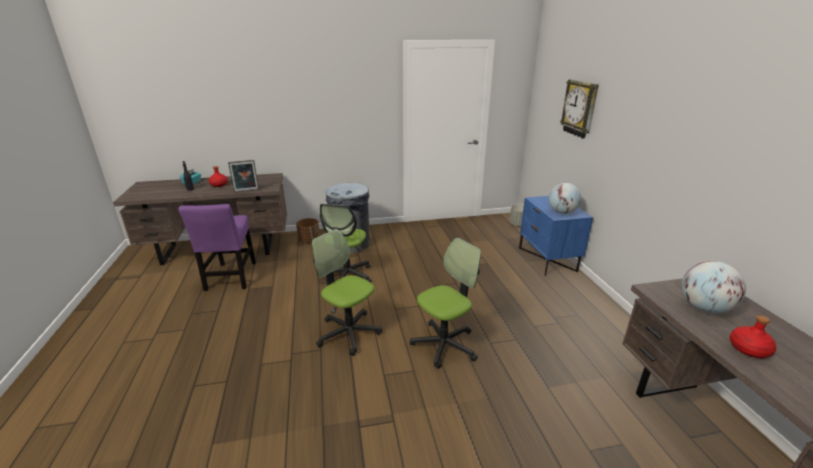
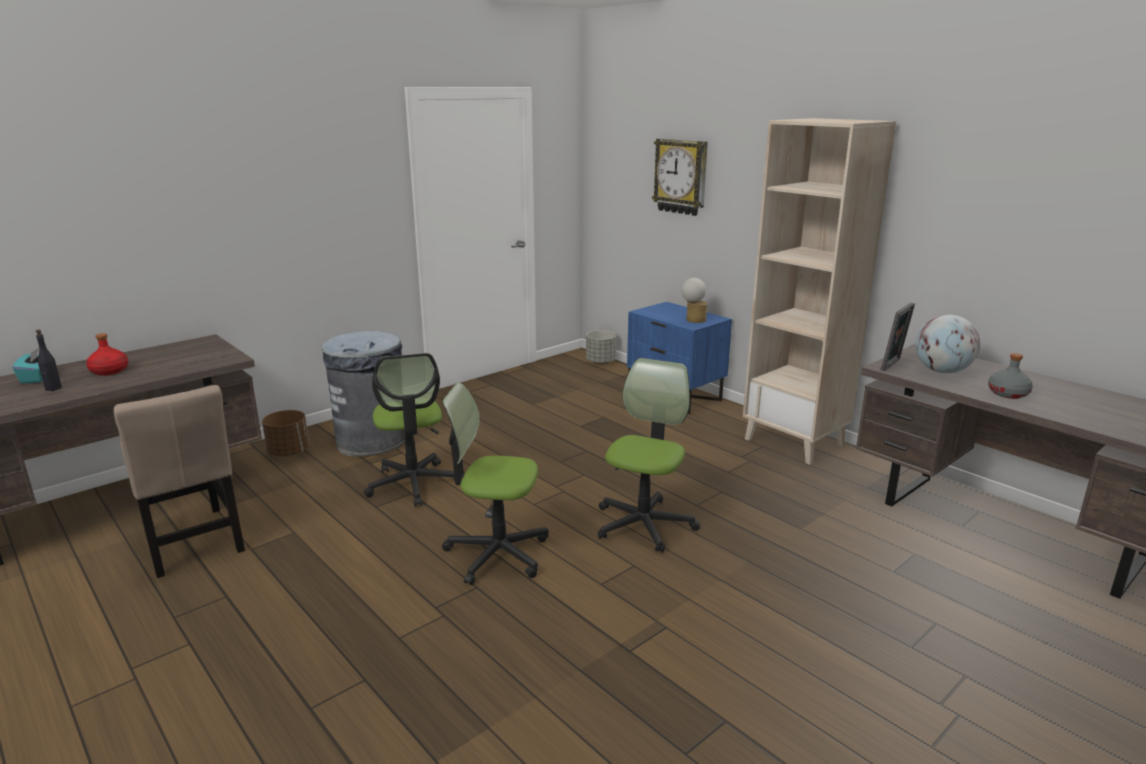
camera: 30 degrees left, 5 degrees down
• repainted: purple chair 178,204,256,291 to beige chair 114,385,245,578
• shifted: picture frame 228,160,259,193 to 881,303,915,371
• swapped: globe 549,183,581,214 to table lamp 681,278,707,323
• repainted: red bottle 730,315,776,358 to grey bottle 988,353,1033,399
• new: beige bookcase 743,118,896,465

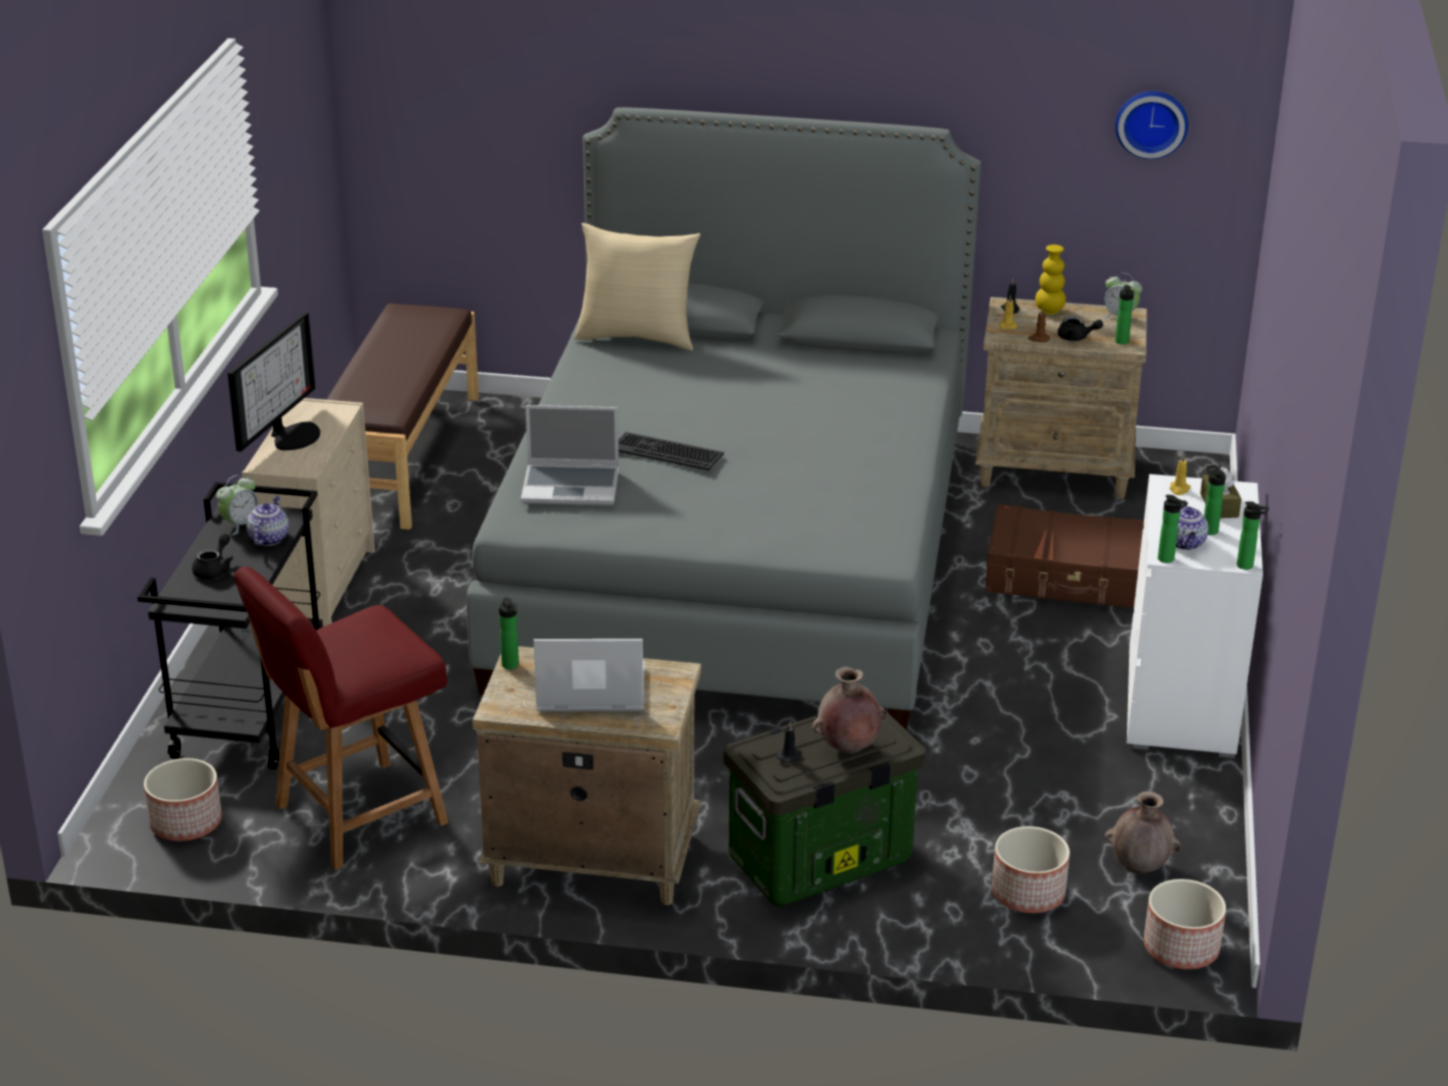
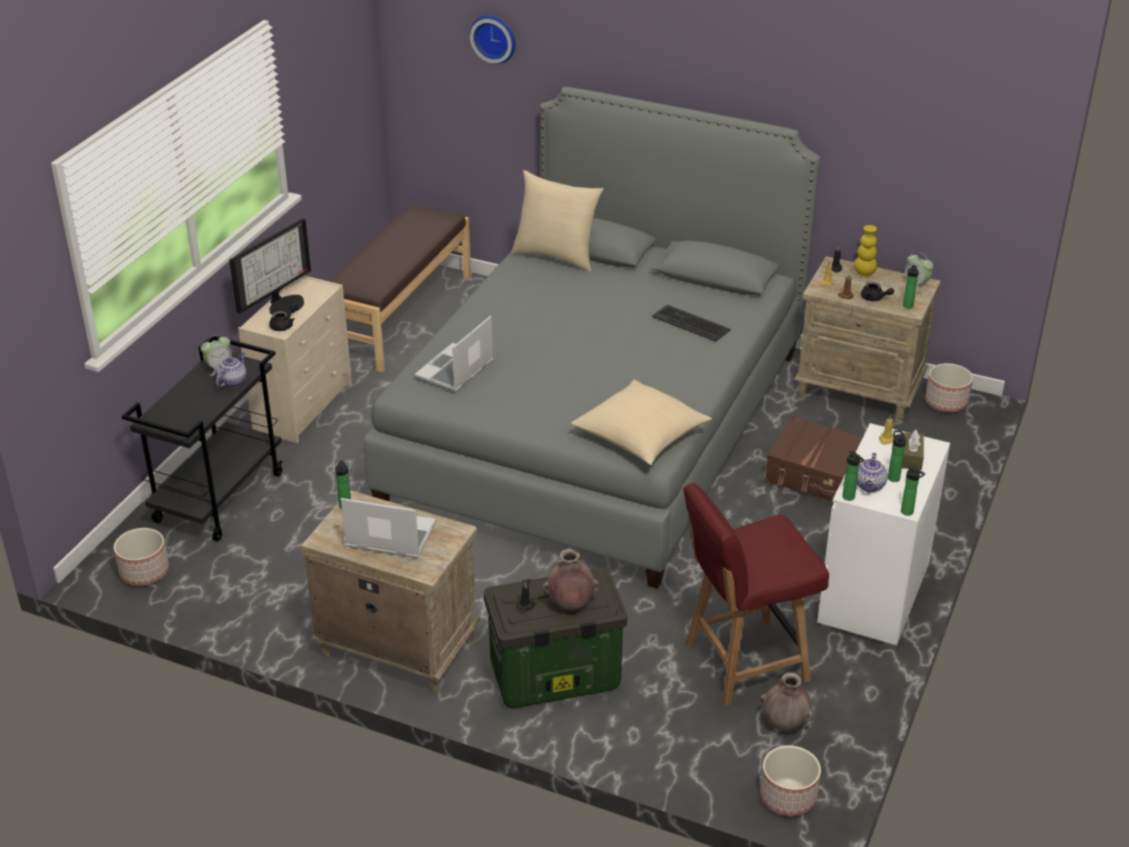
camera: 15 degrees right, 5 degrees up
• shifted: black teapot 192,533,233,579 to 269,302,297,331
• shifted: red chair 234,566,448,870 to 684,483,829,706
• rotated: laptop 521,405,619,505 = 414,316,493,392 105 degrees clockwise
• shifted: keyboard 618,432,724,471 to 652,305,731,342
• shifted: planter 992,826,1070,913 to 925,363,973,412
• shifted: wall clock 1115,91,1188,159 to 470,15,516,64
• new: beige pillow 571,380,712,465

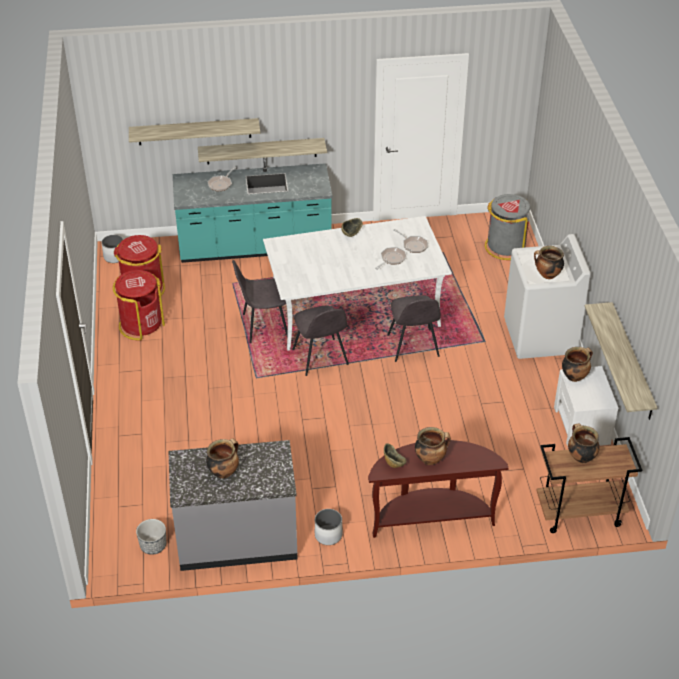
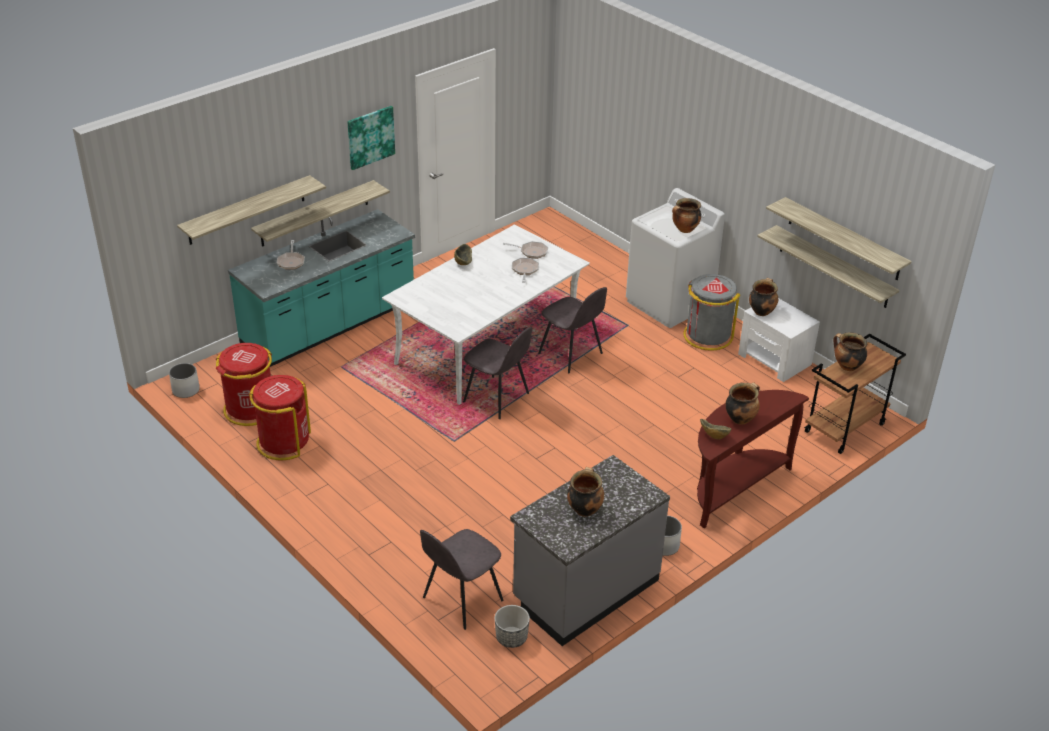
camera: 35 degrees left, 5 degrees down
• shifted: grey chair 232,260,288,343 to 420,529,503,630
• shifted: grey trash can 485,194,530,260 to 683,274,740,351
• new: picture 347,106,395,170
• new: shelf 766,197,912,280

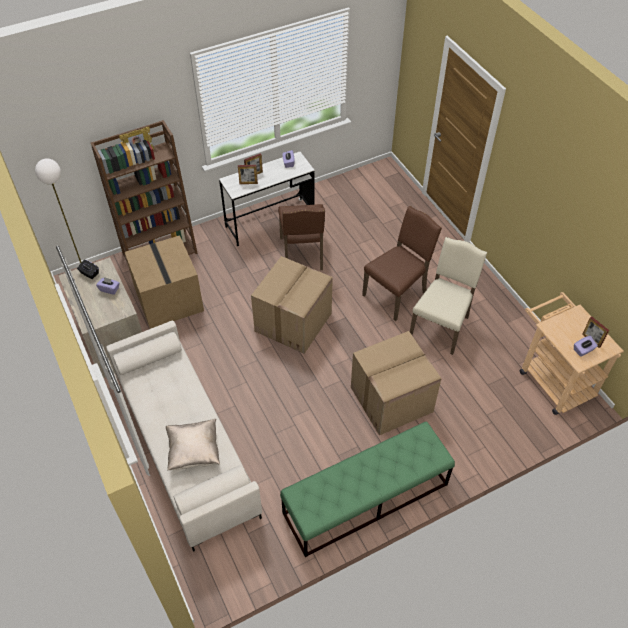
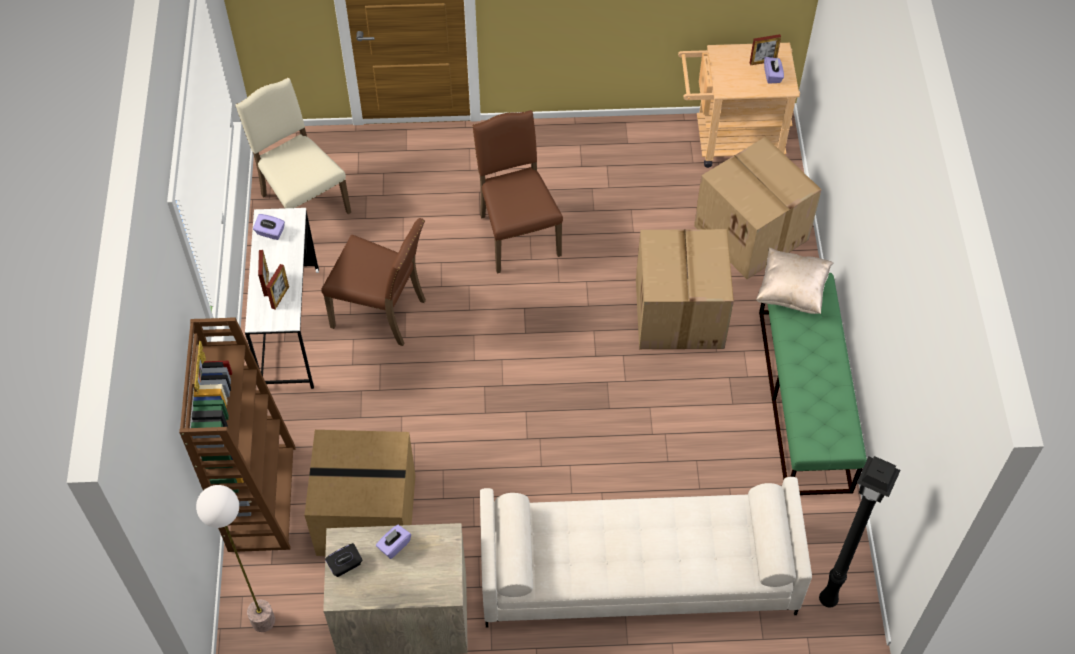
camera: 65 degrees left, 5 degrees up
• shifted: beige pillow 166,419,220,470 to 756,248,834,314
• shifted: cardboard box 251,256,333,354 to 694,137,822,279
• shifted: beige chair 410,237,487,355 to 236,78,351,214
• new: black floor lamp 819,456,900,608

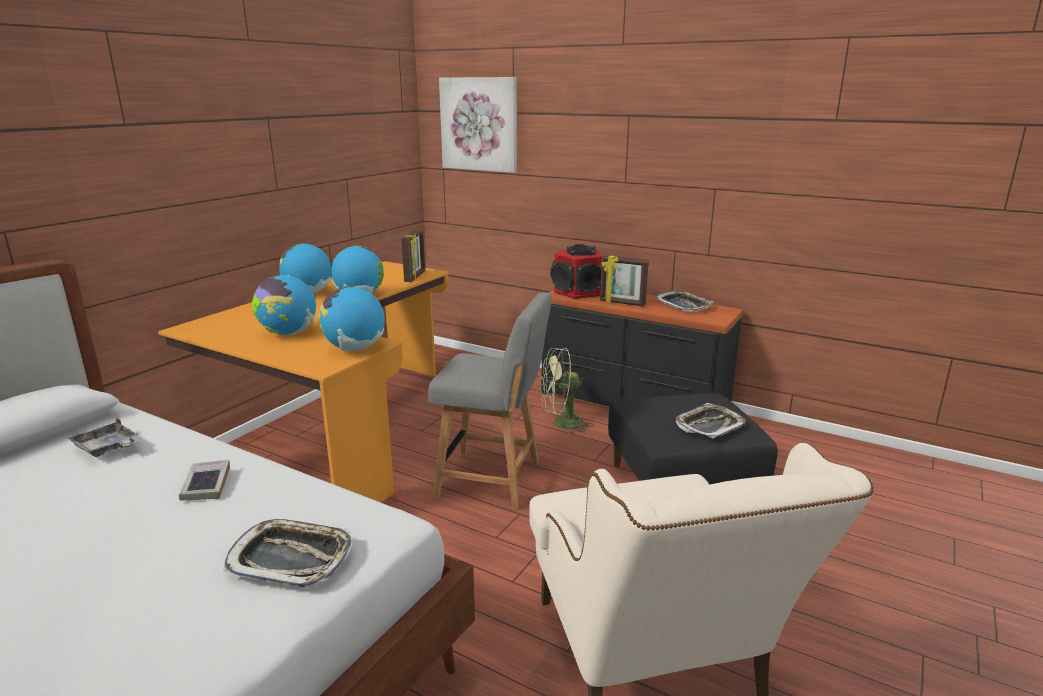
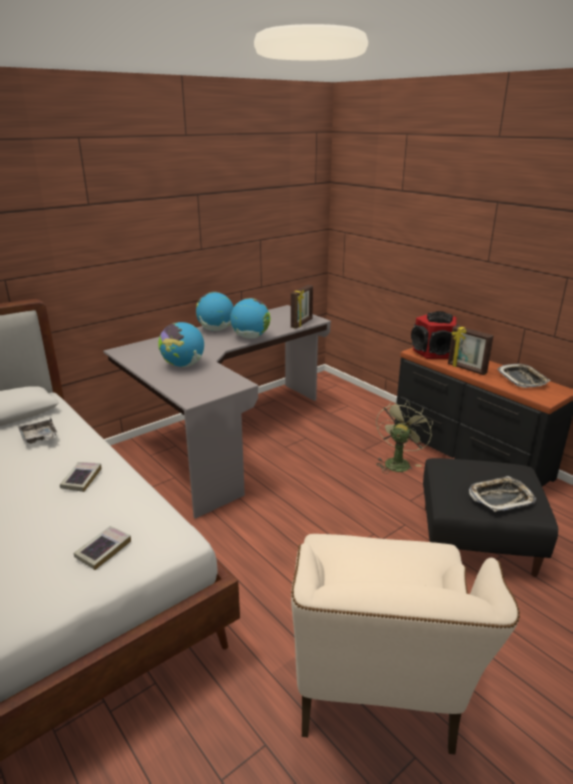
camera: 20 degrees right, 5 degrees up
• repainted: orange desk 158,261,449,502 to grey desk 103,305,331,519
• swapped: tray 224,519,352,588 to book 74,526,131,570
• gone: globe 318,286,385,351
• gone: grey chair 428,292,552,511
• gone: picture 439,77,517,173
• rotated: green fan 540,348,594,435 = 376,401,433,474 105 degrees clockwise

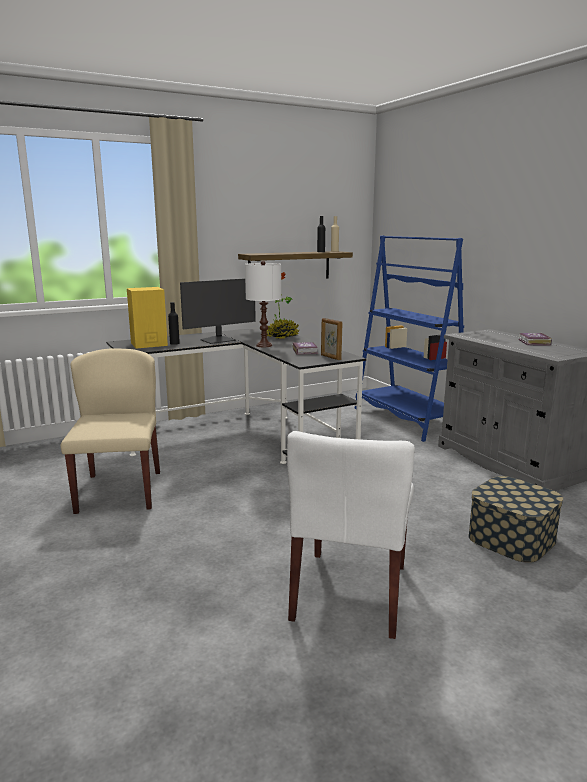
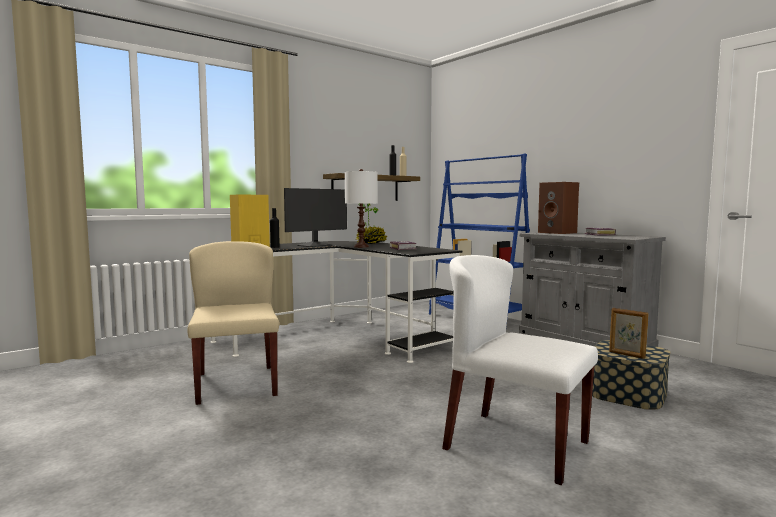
camera: 10 degrees left, 10 degrees down
• rotated: white chair 287,431,415,639 = 442,255,598,485 120 degrees clockwise
• shifted: picture frame 321,318,342,360 to 609,308,649,359
• new: brown speaker 538,182,579,234

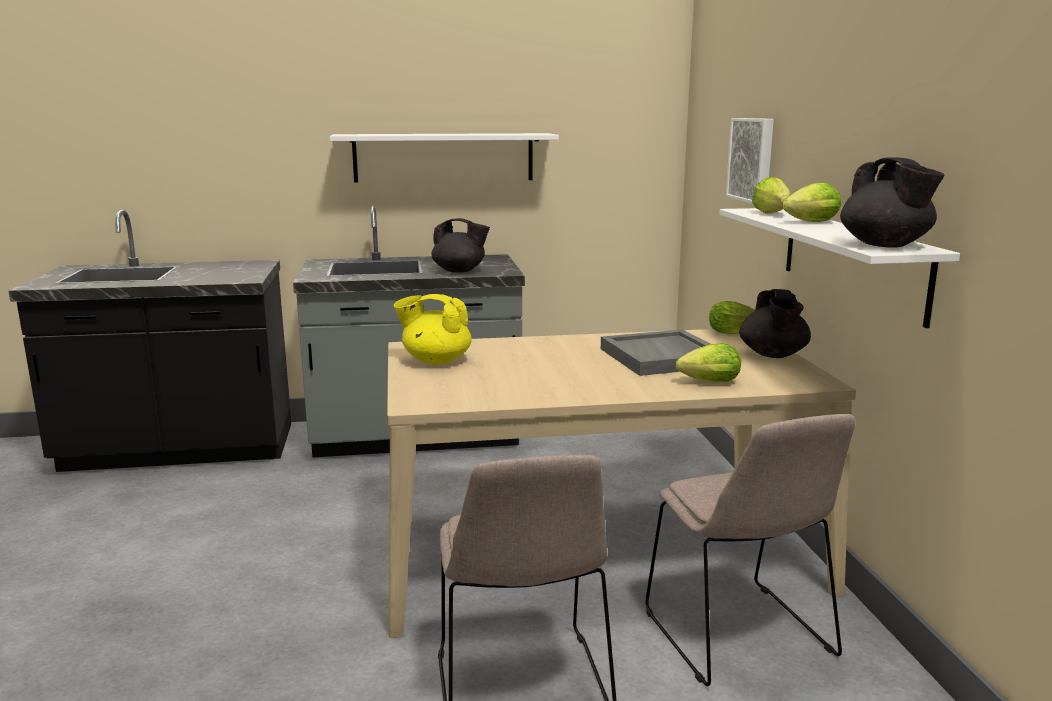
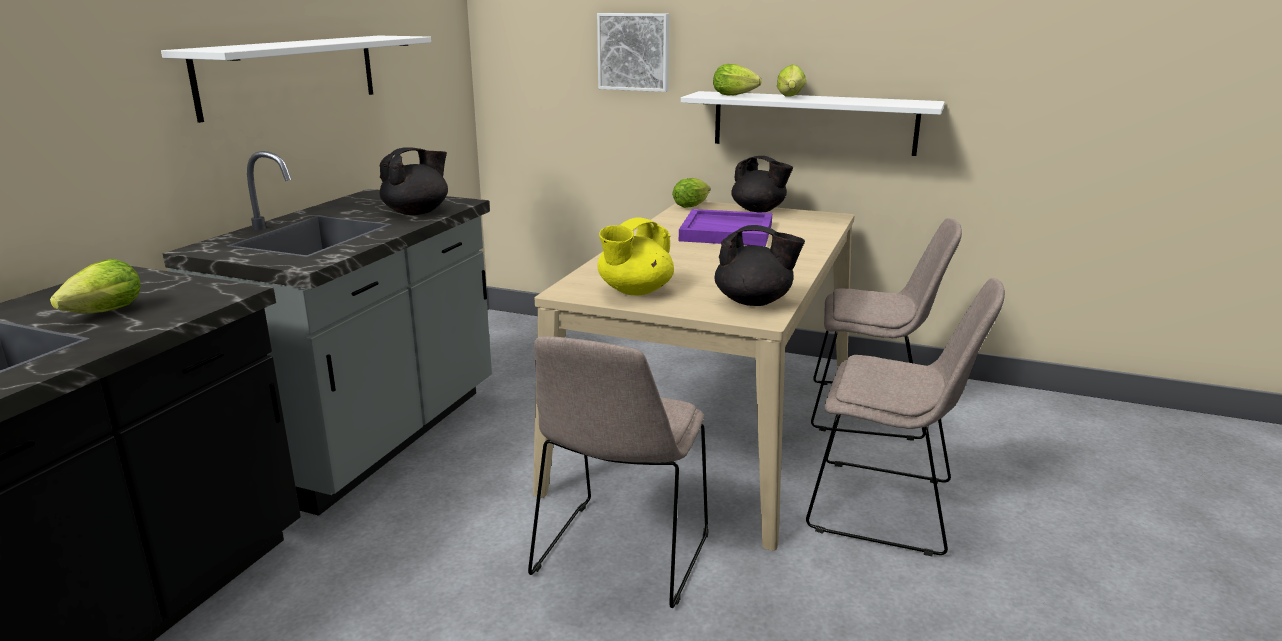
camera: 60 degrees left, 5 degrees up
• repainted: grey tray 601,330,710,376 to purple tray 679,209,772,246
• shifted: lettuce 676,343,741,382 to 50,259,141,313
• shifted: black teapot 840,158,945,247 to 715,225,805,306
• new: beige chair 528,336,709,608

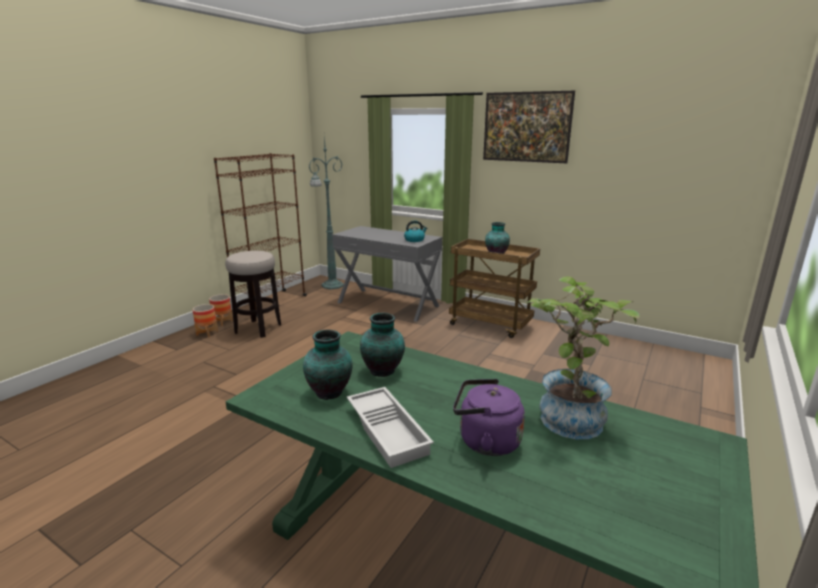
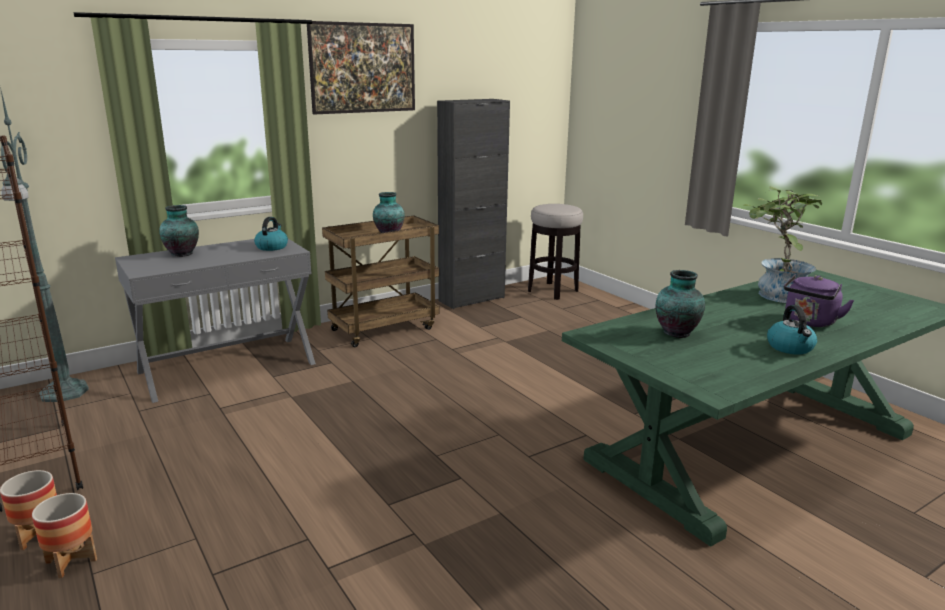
camera: 65 degrees left, 0 degrees up
• shifted: stool 225,251,281,338 to 528,204,583,300
• shifted: vase 303,330,353,400 to 159,205,199,257
• swapped: white tray 347,387,434,468 to kettle 767,305,817,355
• new: black cabinet 437,99,510,309

